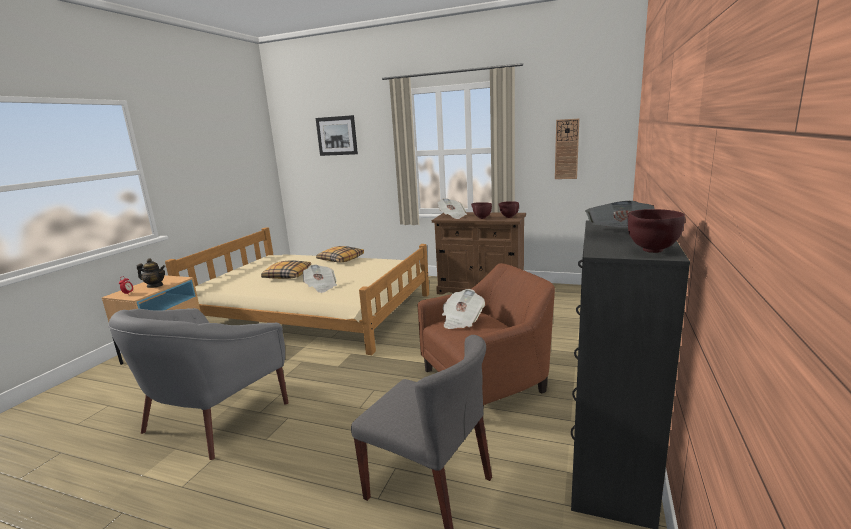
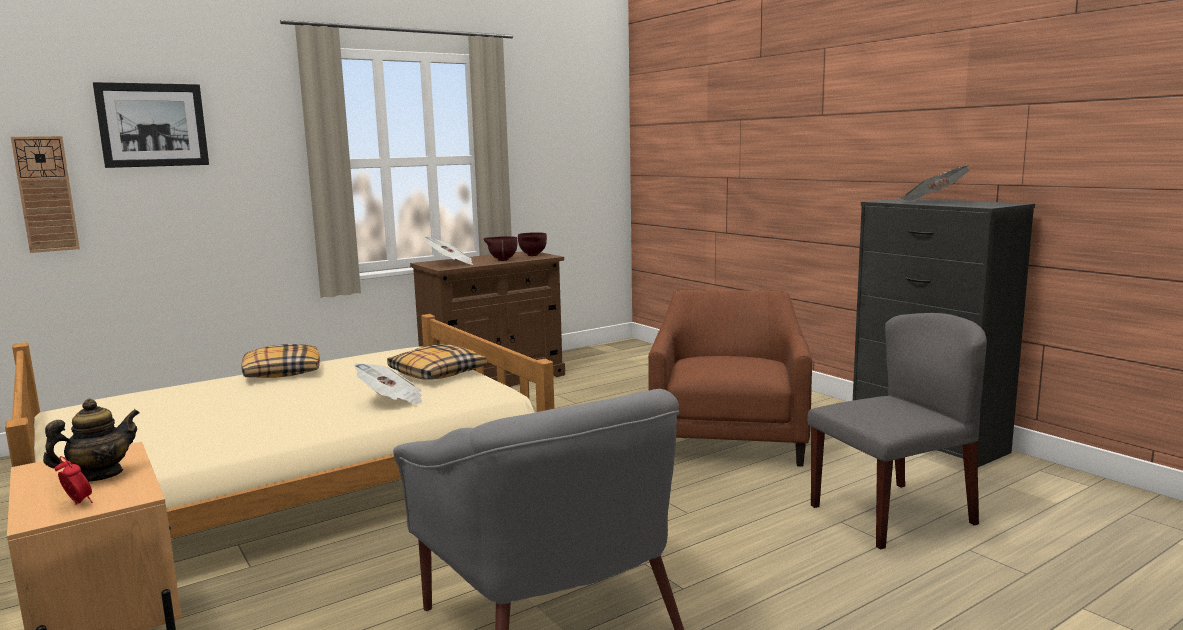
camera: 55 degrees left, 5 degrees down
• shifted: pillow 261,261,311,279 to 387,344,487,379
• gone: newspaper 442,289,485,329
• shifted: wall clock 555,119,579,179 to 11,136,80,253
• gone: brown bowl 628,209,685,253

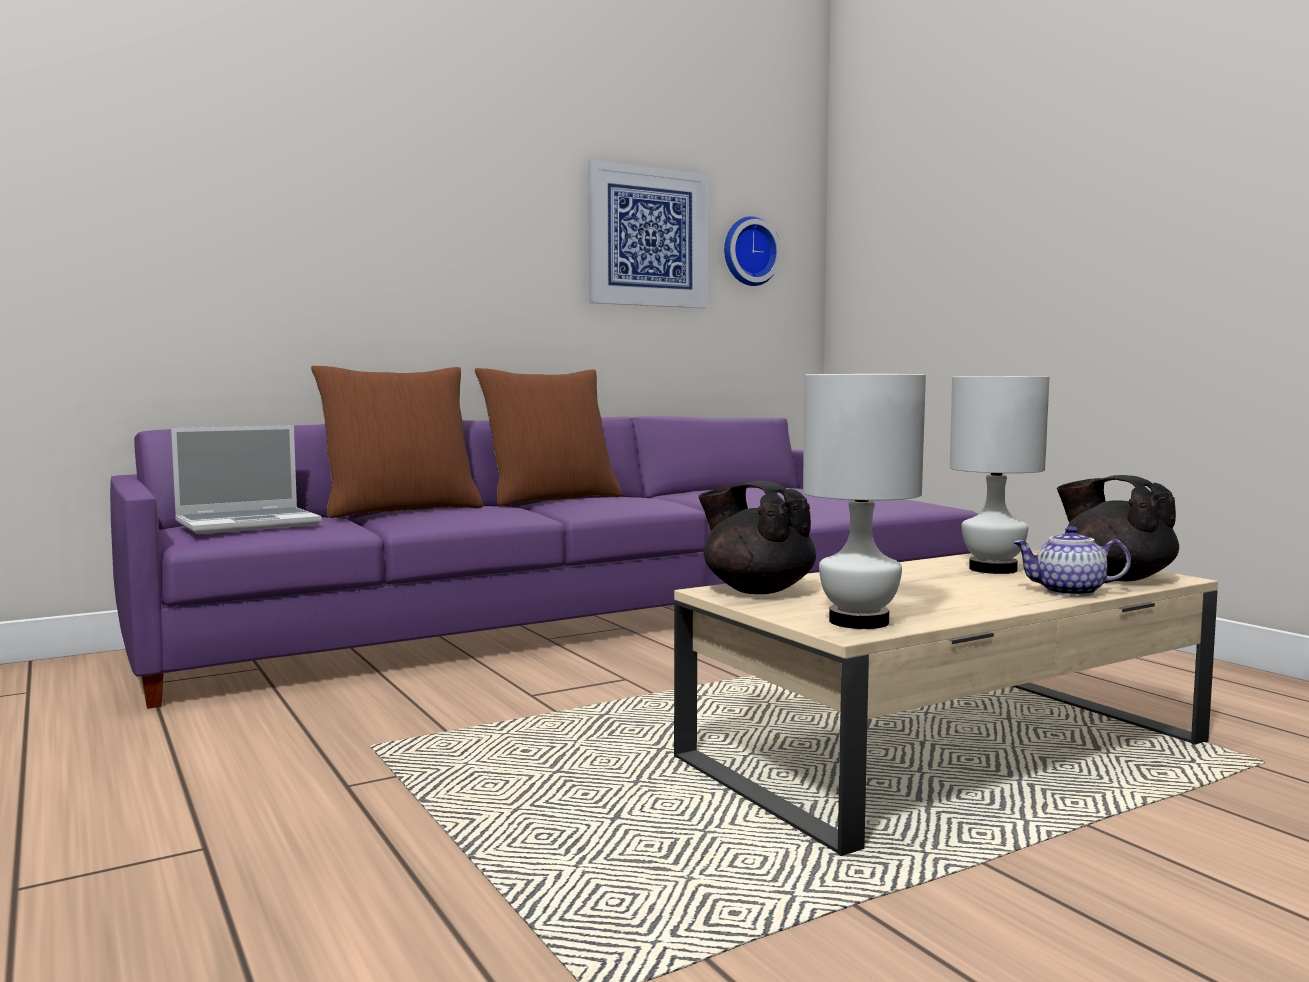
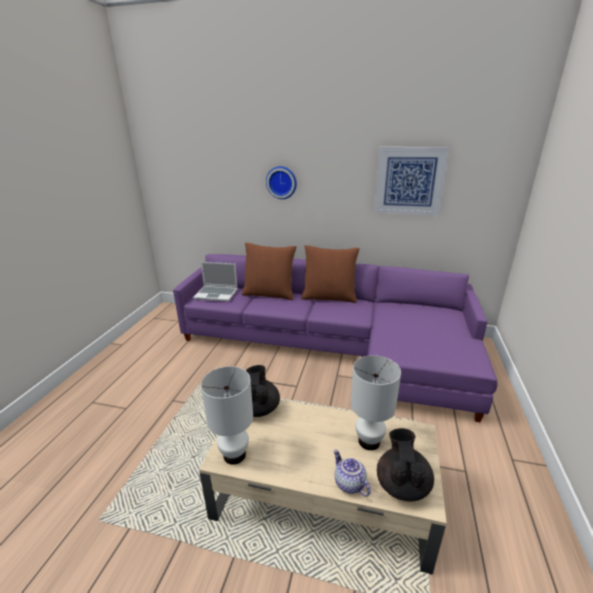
camera: 45 degrees right, 20 degrees up
• shifted: wall clock 724,216,781,286 to 266,166,297,199

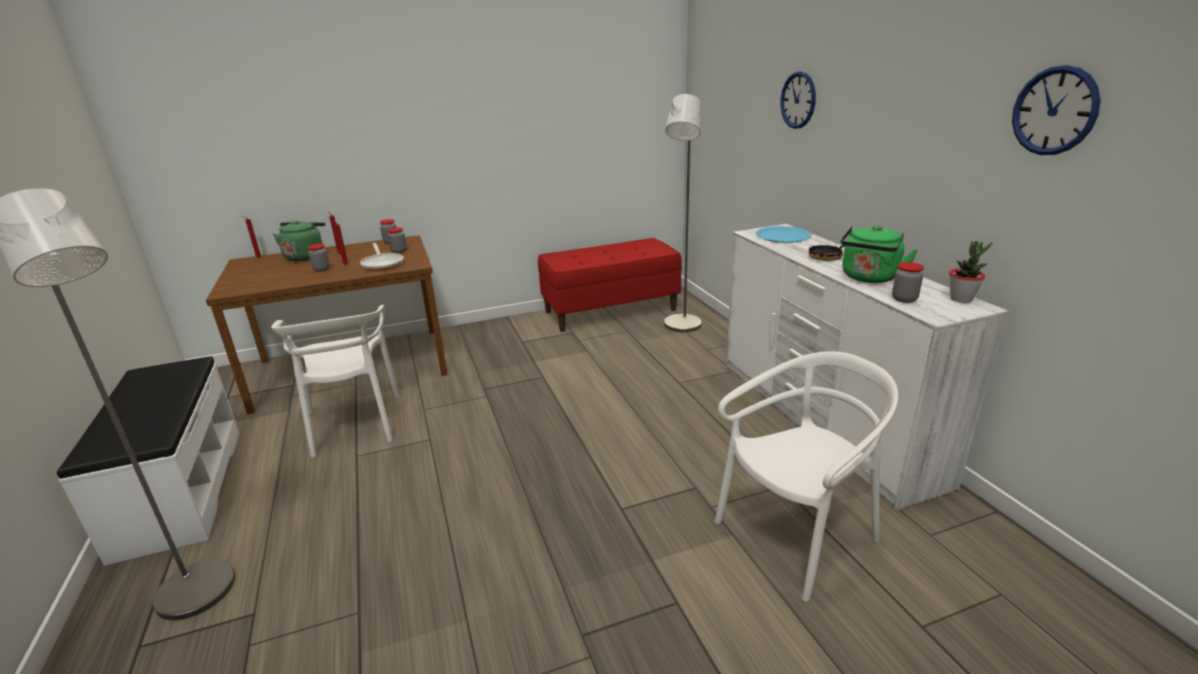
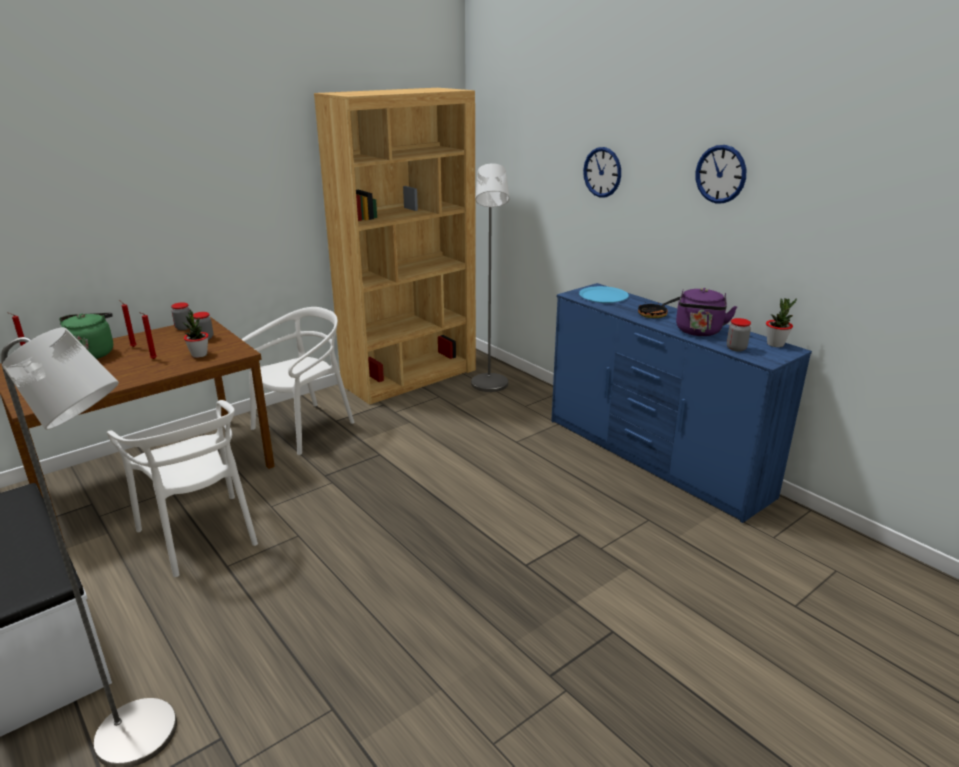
camera: 20 degrees left, 0 degrees up
• gone: jar 307,244,330,272
• swapped: frying pan 360,243,404,271 to potted plant 183,309,209,358
• swapped: red bench 538,238,682,332 to brown bookcase 314,88,476,405
• shifted: white chair 715,351,898,602 to 241,307,354,455
• repainted: white dresser 726,224,1008,510 to blue dresser 551,283,812,523
• repainted: green kettle 841,225,918,283 to purple kettle 676,288,737,336
• shifted: wall clock 1012,65,1101,155 to 696,145,746,203

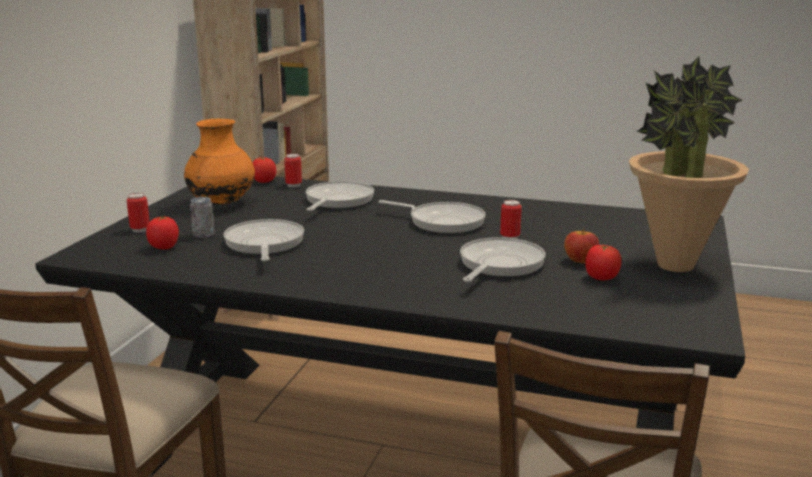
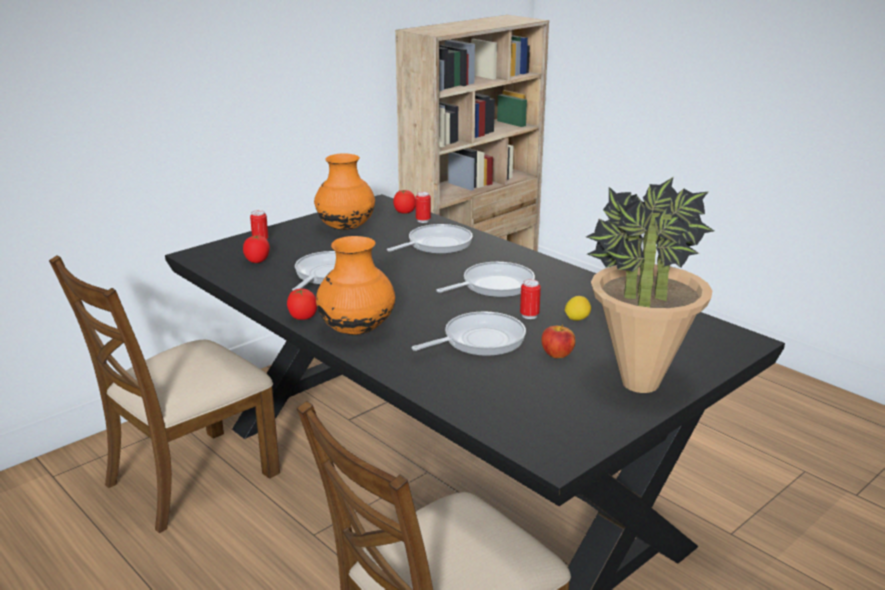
camera: 30 degrees right, 5 degrees up
• gone: can 190,197,215,238
• rotated: frying pan 378,200,486,234 = 437,262,535,297 90 degrees counterclockwise
• shifted: tomato 585,245,622,280 to 287,289,317,320
• new: orange vase 316,236,395,335
• new: lemon 565,296,591,321

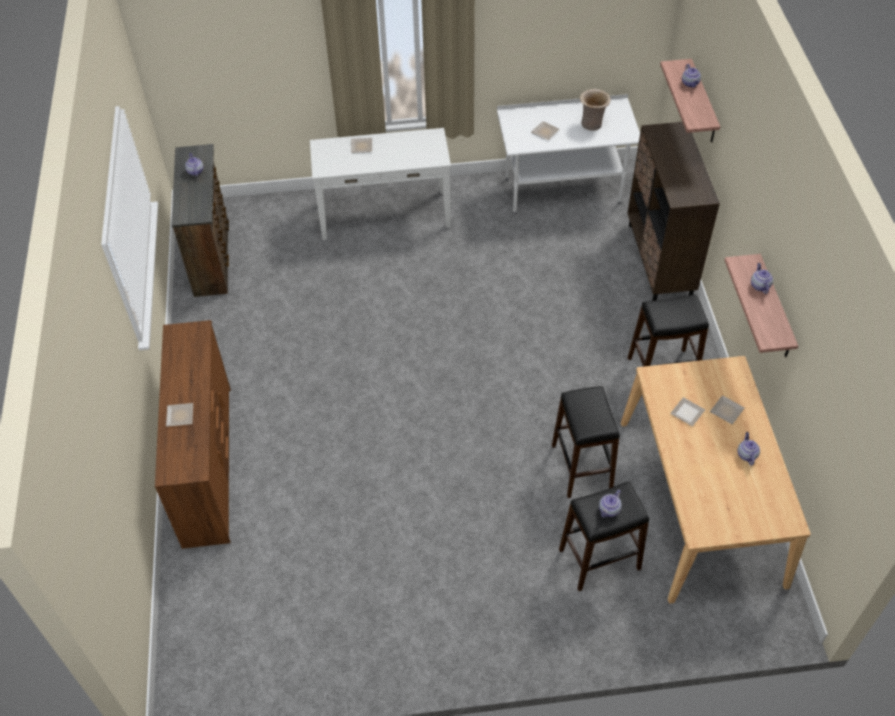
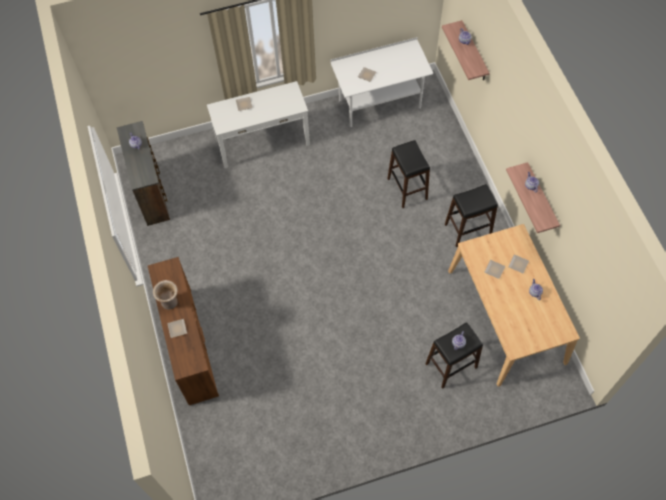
camera: 10 degrees left, 10 degrees up
• shifted: black stool 552,386,620,498 to 387,140,430,208
• shifted: beige vase 580,89,611,131 to 153,280,178,310
• gone: brown cabinet 627,122,720,301

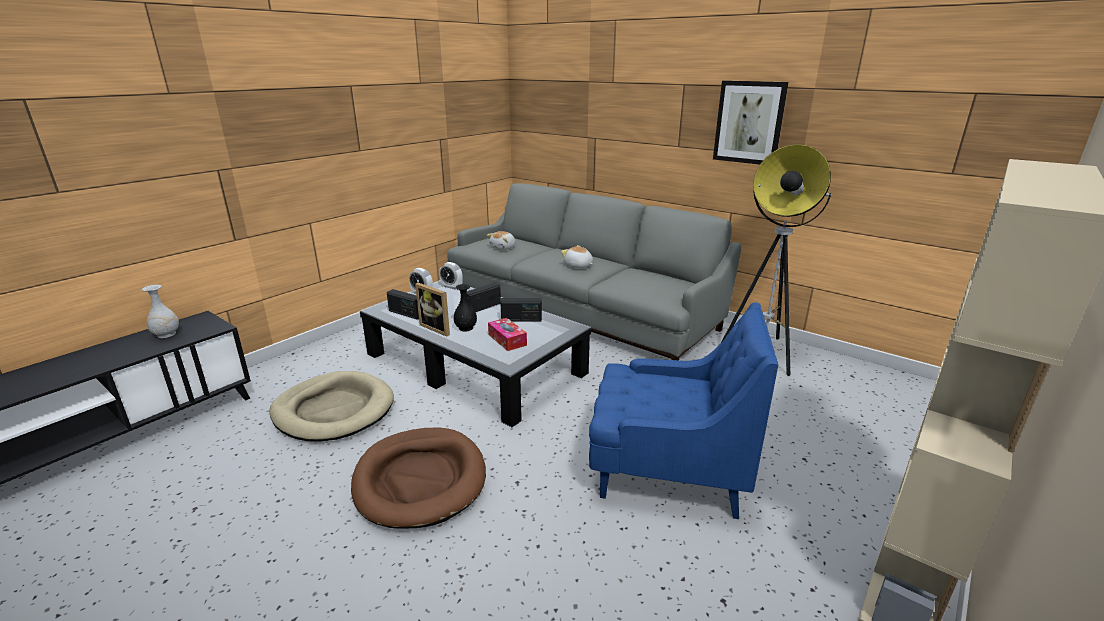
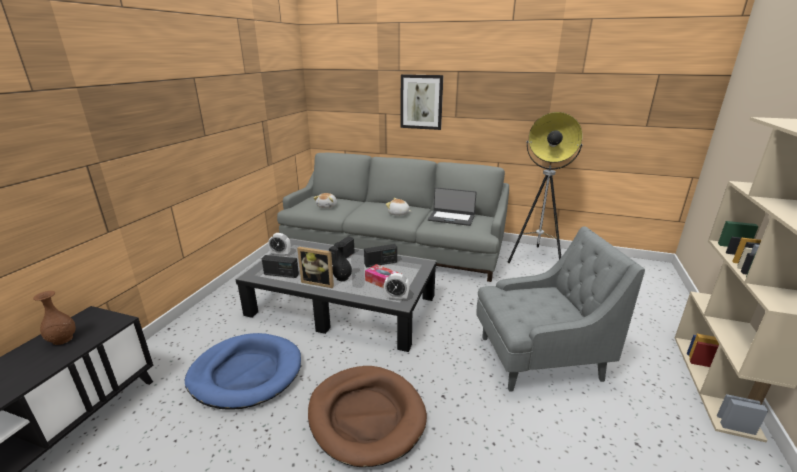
camera: 20 degrees left, 0 degrees up
• repainted: white vase 142,285,179,338 to brown vase 33,291,76,345
• repainted: beige dog bed 270,371,394,442 to blue dog bed 184,333,301,410
• shifted: alarm clock 439,262,463,289 to 384,273,410,301
• repainted: blue armchair 589,302,778,519 to grey armchair 477,226,645,392
• shifted: picture 713,81,789,165 to 401,74,443,130
• new: laptop 428,187,477,226

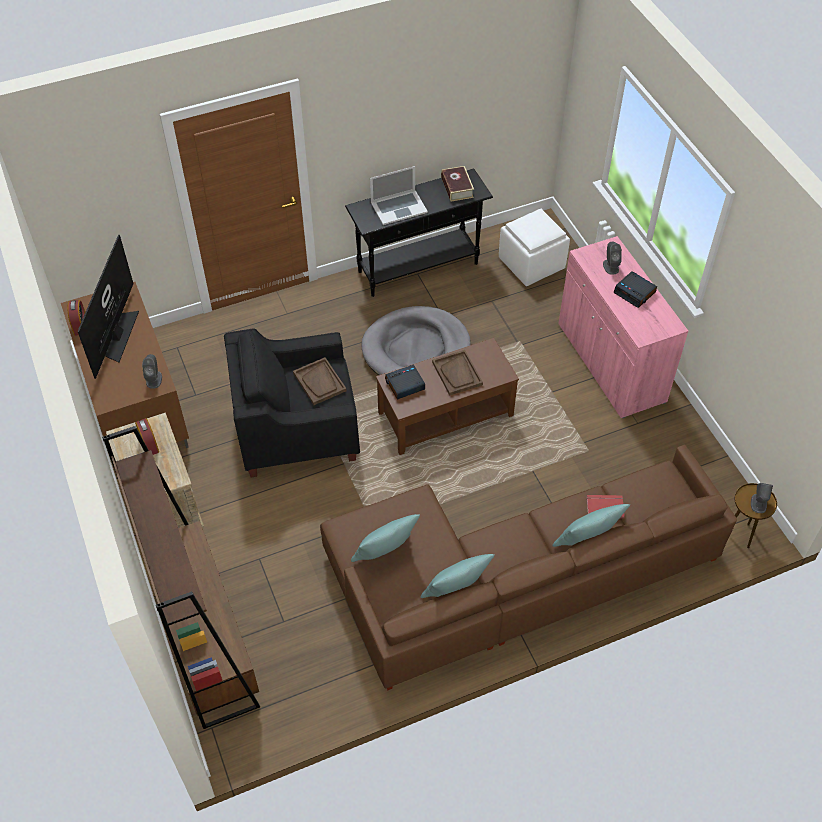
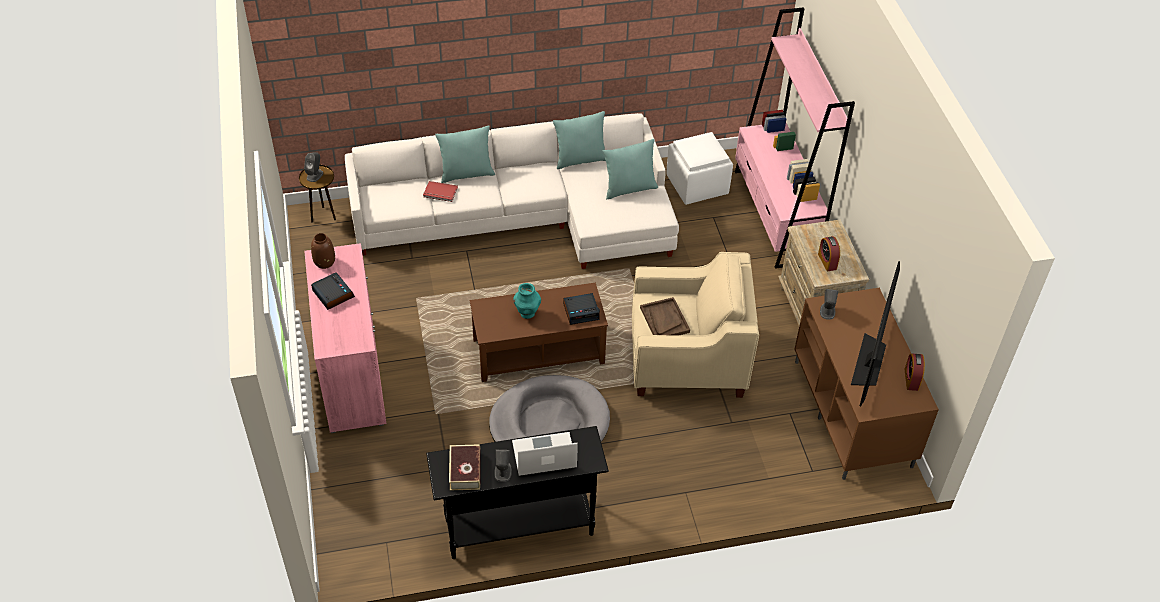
camera: 170 degrees left, 5 degrees down
• repainted: brown bookcase 102,426,260,729 to pink bookcase 735,7,855,269
• repainted: black armchair 224,328,360,477 to beige armchair 632,252,759,398
• repainted: brown sofa 320,445,737,690 to white sofa 345,113,679,269
• swapped: brown tray 432,350,483,396 to turquoise vase 513,283,541,319
• shifted: white ottoman 499,209,570,286 to 666,132,733,205
• shifted: grey speaker 603,242,622,275 to 494,450,512,482
• new: brown vase 311,233,335,269

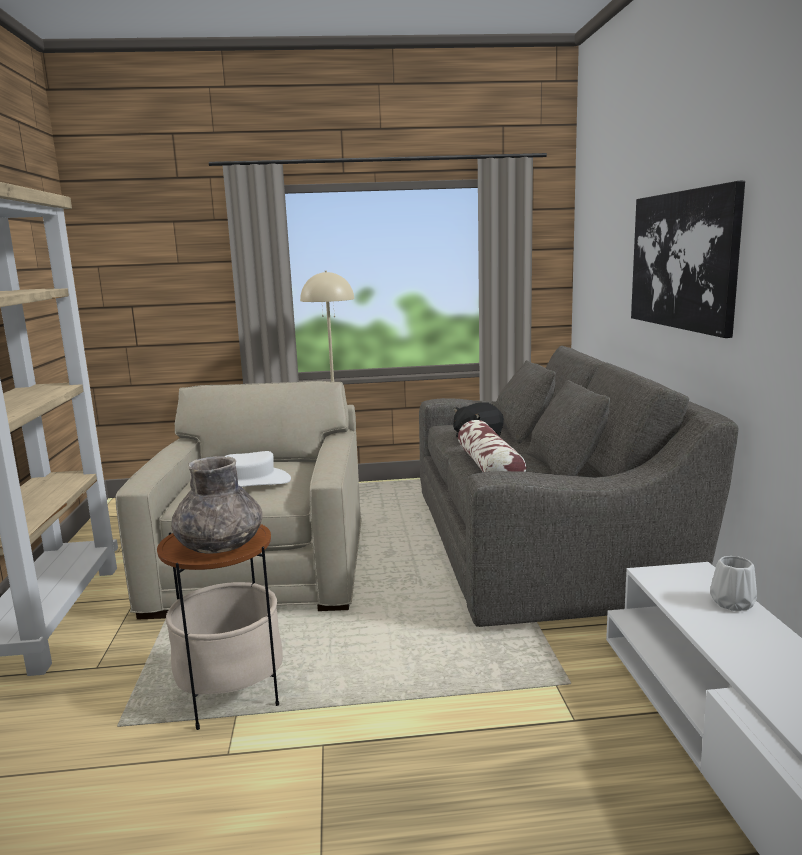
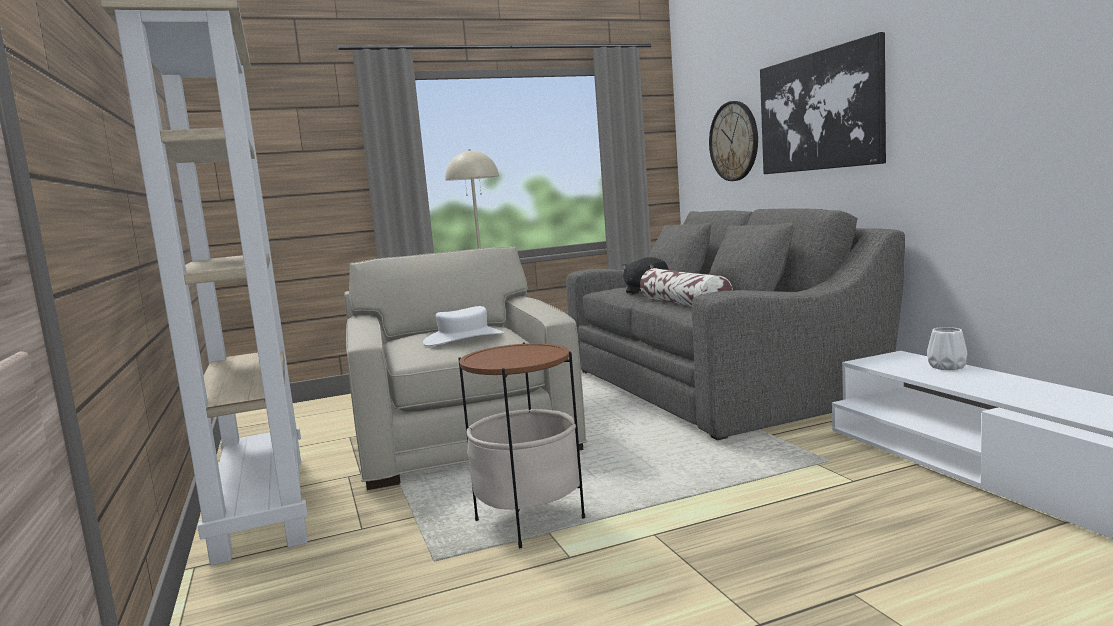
camera: 15 degrees left, 5 degrees down
• gone: grey vase 171,456,262,554
• new: wall clock 709,101,758,181

